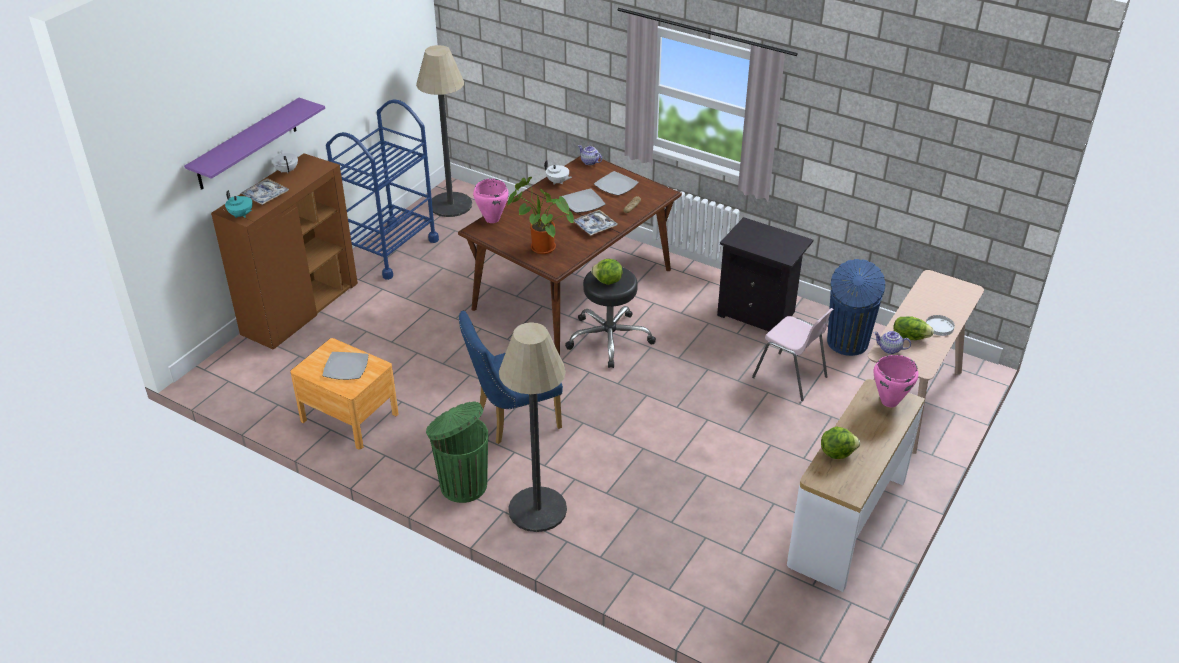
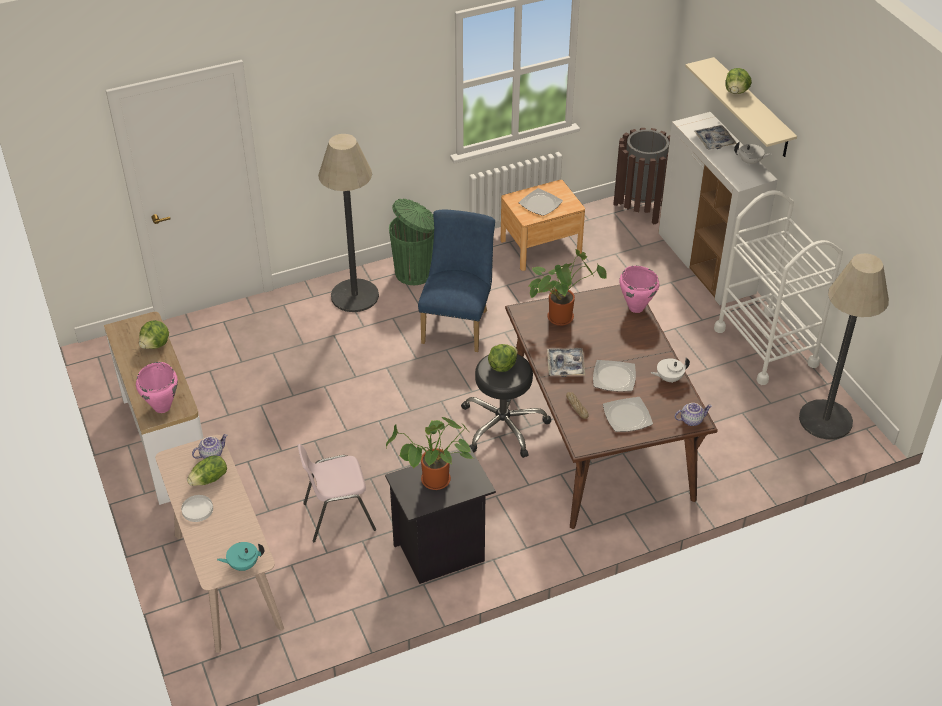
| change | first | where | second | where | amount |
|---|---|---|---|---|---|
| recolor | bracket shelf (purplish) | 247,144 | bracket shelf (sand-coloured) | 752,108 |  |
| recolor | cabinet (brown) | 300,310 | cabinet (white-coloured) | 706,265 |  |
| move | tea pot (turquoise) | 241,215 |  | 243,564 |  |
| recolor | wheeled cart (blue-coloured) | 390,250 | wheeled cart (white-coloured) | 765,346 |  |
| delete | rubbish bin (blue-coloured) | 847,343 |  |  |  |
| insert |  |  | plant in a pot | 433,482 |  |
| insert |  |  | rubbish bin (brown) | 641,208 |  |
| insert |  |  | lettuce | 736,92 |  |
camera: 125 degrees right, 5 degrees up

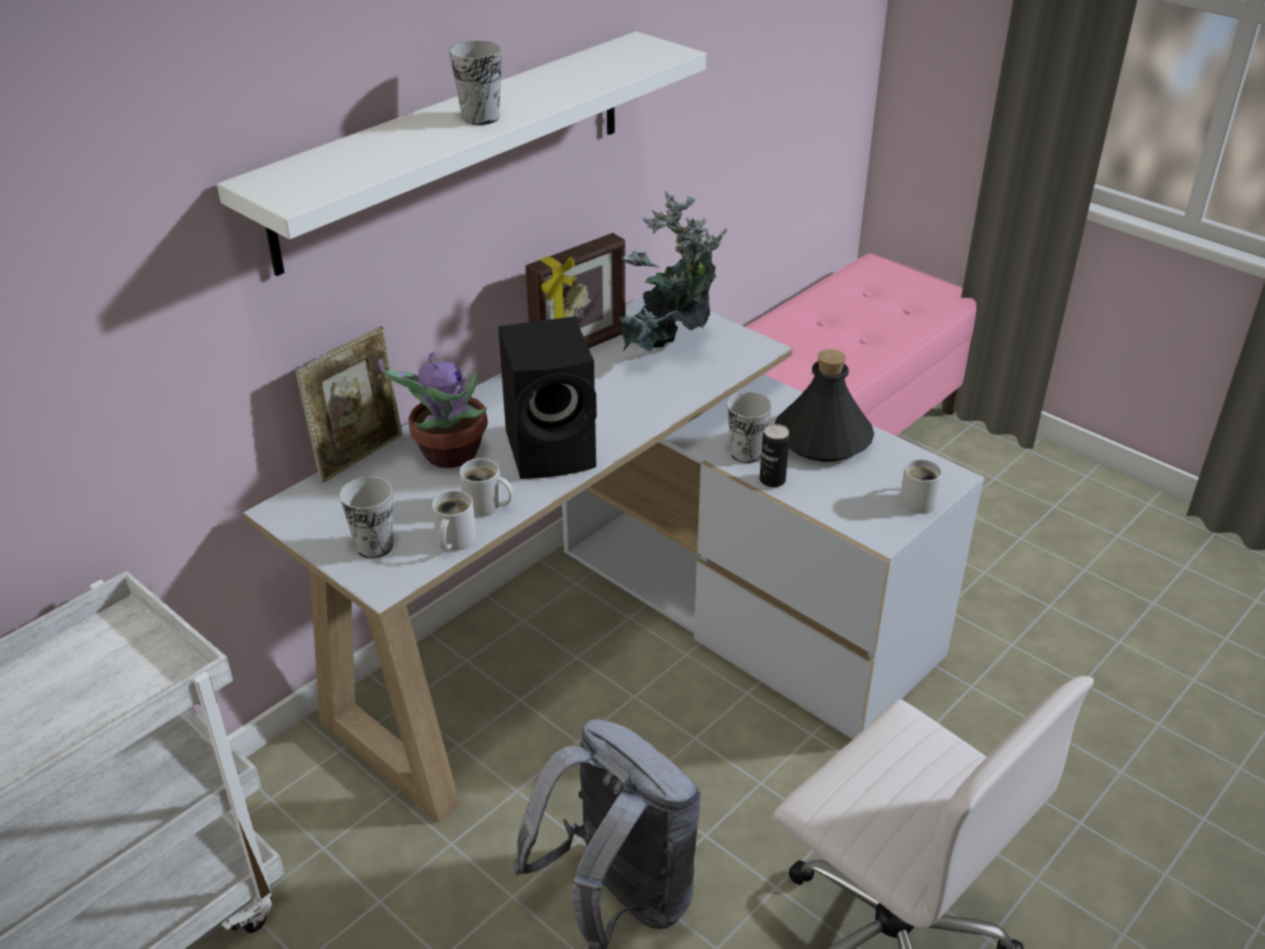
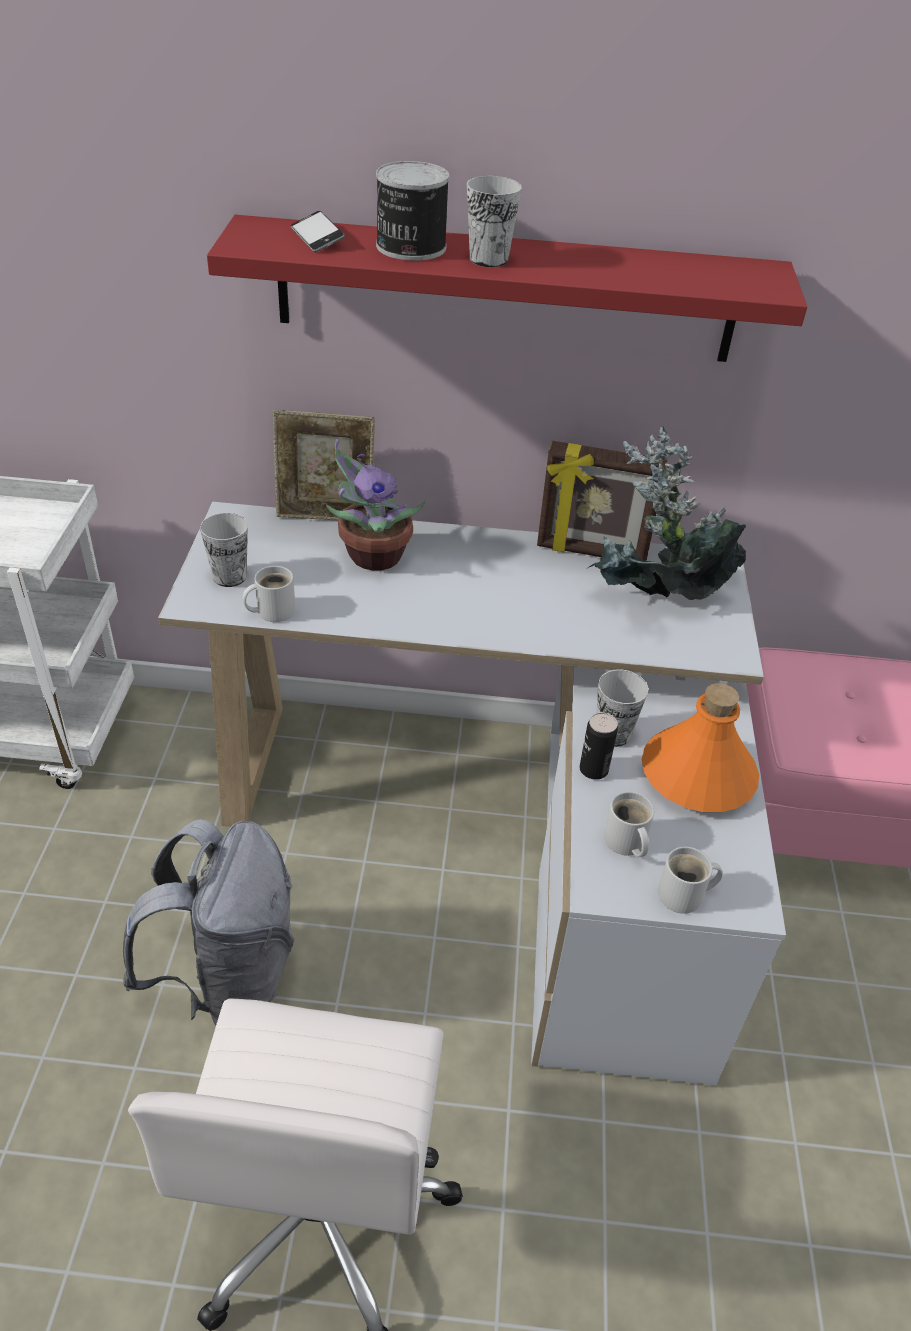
| change | first | where | second | where | amount |
|---|---|---|---|---|---|
| recolor | bracket shelf (white-coloured) | 456,148 | bracket shelf (reddish) | 505,290 |  |
| move | coffee mug (white-coloured) | 485,506 |  | 625,842 |  |
| delete | loudspeaker (black-coloured) | 554,450 |  |  |  |
| recolor | bottle (black-coloured) | 822,438 | bottle (orangey) | 698,775 |  |
| insert |  |  | telephone | 317,238 |  |
| insert |  |  | can | 409,247 |  |
camera: 50 degrees right, 5 degrees up

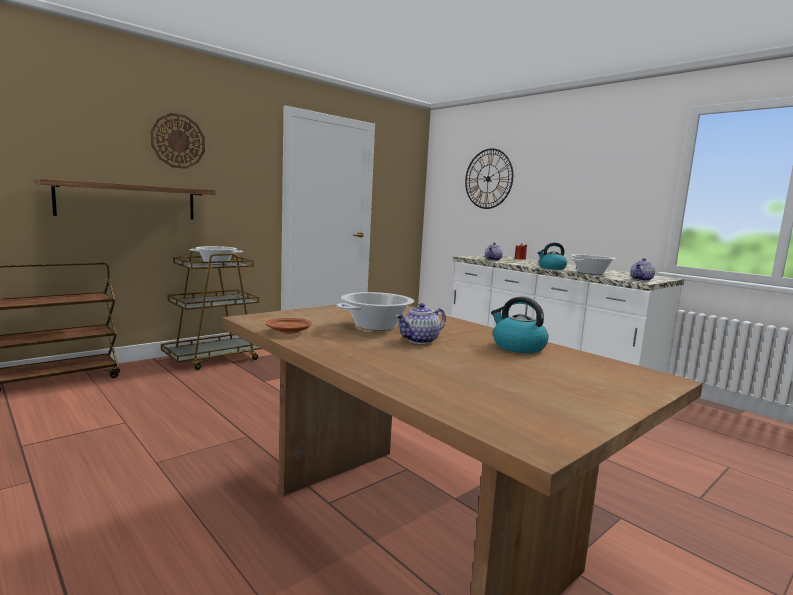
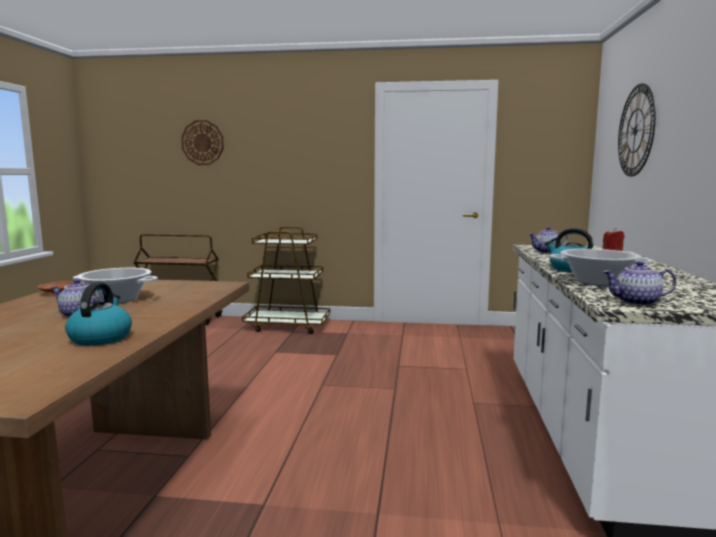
| change | first | where | second | where | amount |
|---|---|---|---|---|---|
| delete | bracket shelf | 128,201 |  |  |  |
| move | clock on the wall | 178,141 |  | 202,142 |  |
| delete | saucepot | 216,263 |  |  |  |
camera: 50 degrees right, 0 degrees up

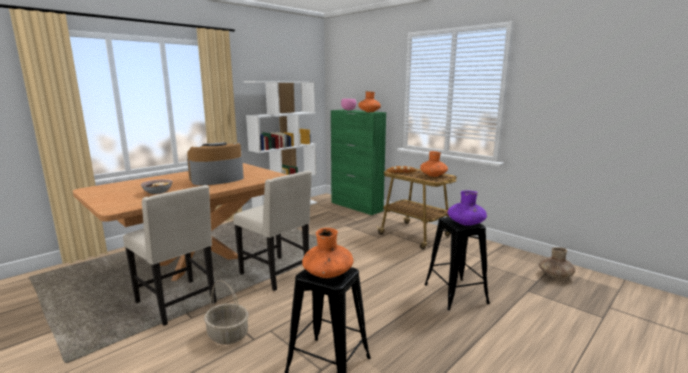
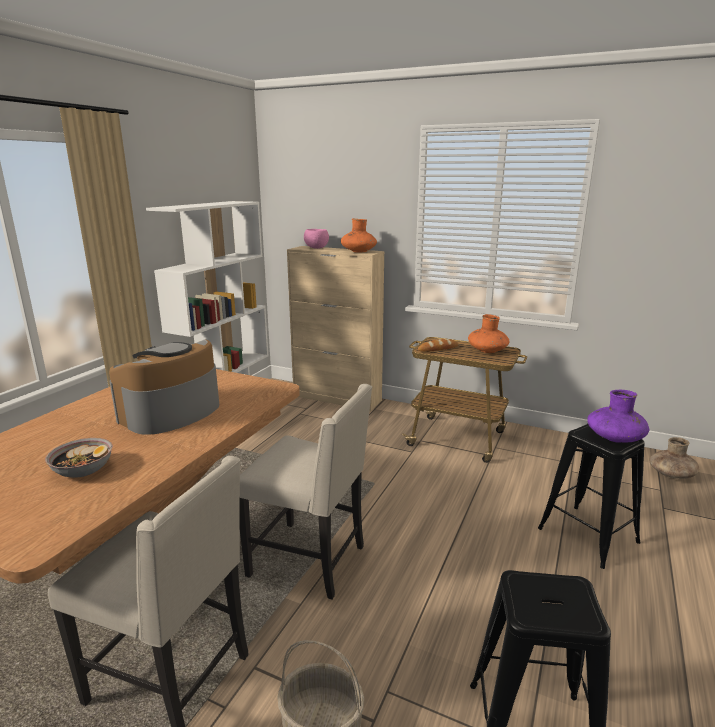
| change | first | where | second | where | amount |
|---|---|---|---|---|---|
| delete | flower vase (orangey) | 328,273 |  |  |  |
| recolor | cabinet (green) | 356,206 | cabinet (sand-coloured) | 337,398 |  |
camera: 20 degrees left, 5 degrees up

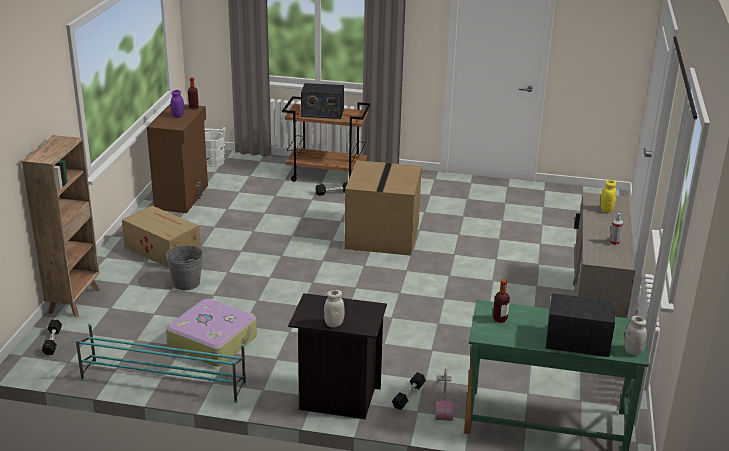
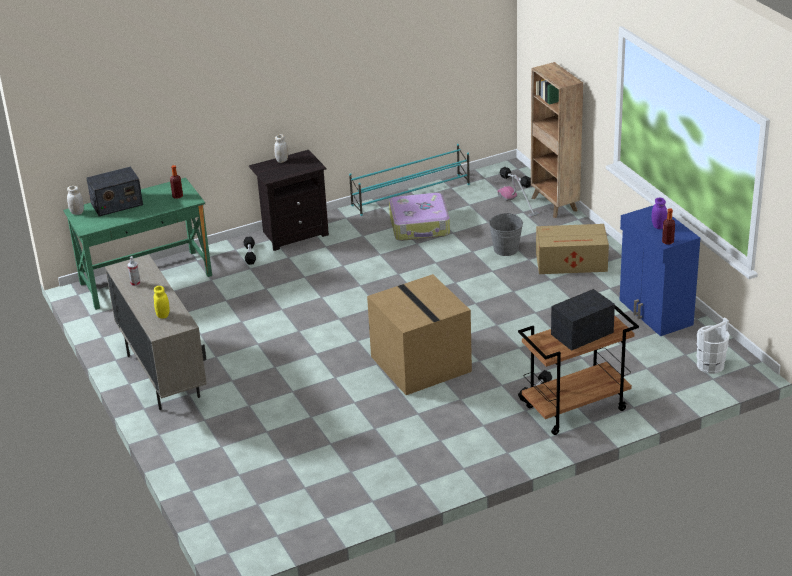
| change | first | where | second | where | amount |
|---|---|---|---|---|---|
| recolor | cabinet (brown) | 183,197 | cabinet (blue-coloured) | 655,313 |  |
| move | vacuum cleaner | 444,399 |  | 518,204 |  |
camera: 145 degrees right, 5 degrees up

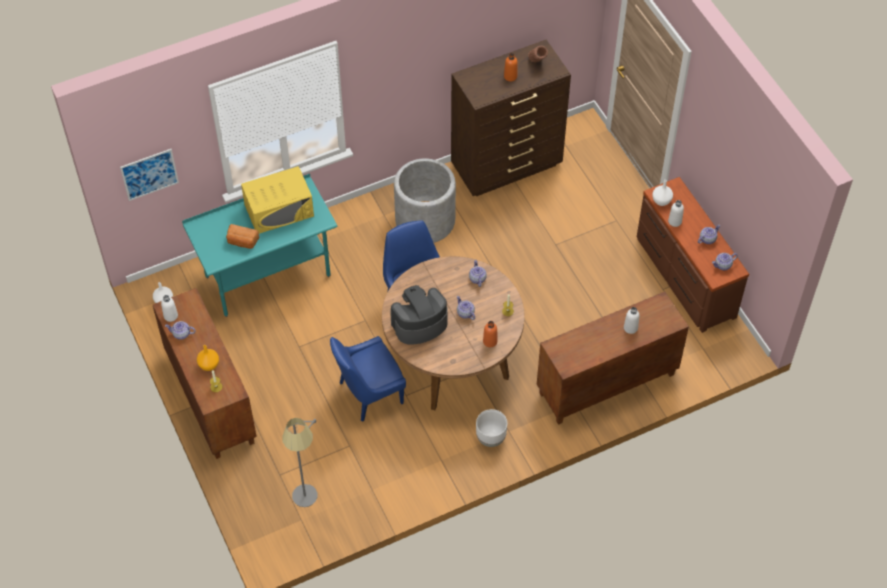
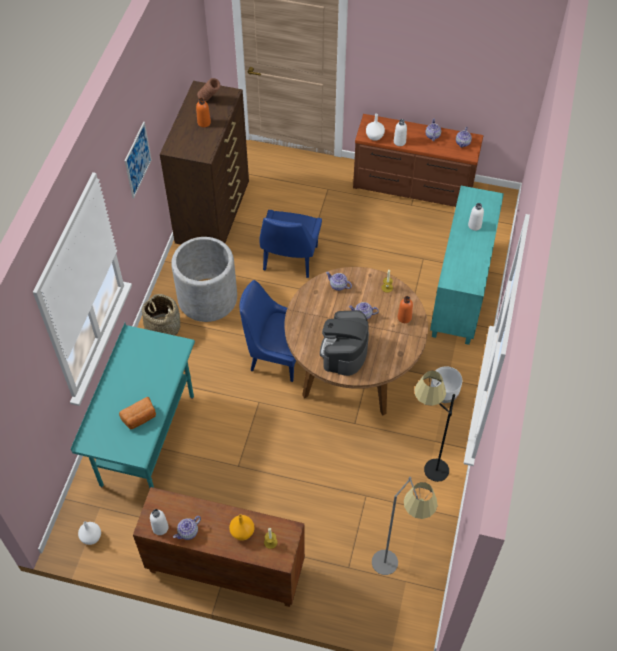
| change | first | where | second | where | amount |
|---|---|---|---|---|---|
| move | wall art | 149,174 |  | 137,160 |  |
| delete | microwave oven (yellow) | 279,210 |  |  |  |
| move | upright chair (blue-coloured) | 368,394 |  | 289,260 |  |
| recolor | cabinet (brown) | 606,385 | cabinet (turquoise) | 461,292 |  |
| insert |  |  | storage basket | 162,327 |  |
| insert |  |  | floor lamp (black-coloured) | 425,471 |  |
camera: 50 degrees left, 0 degrees up

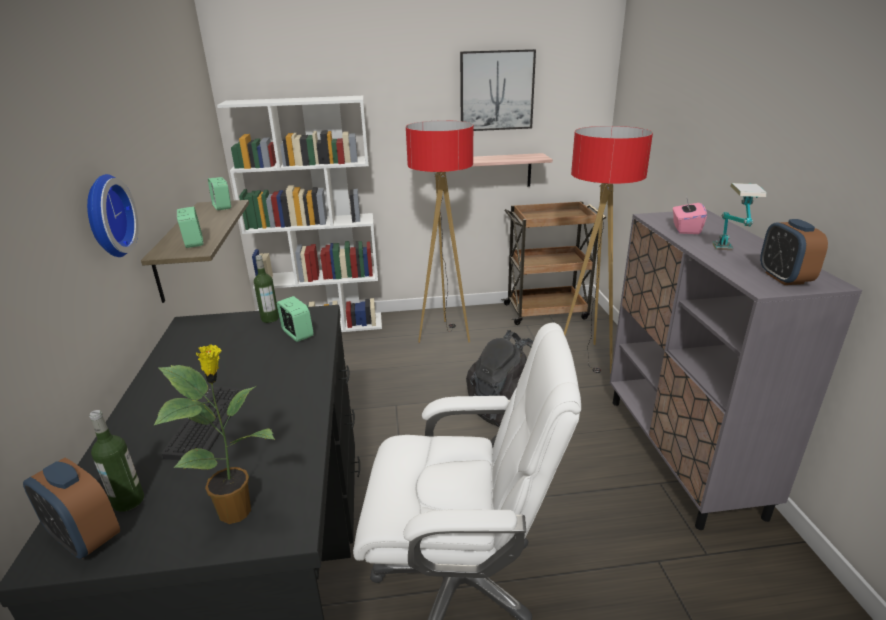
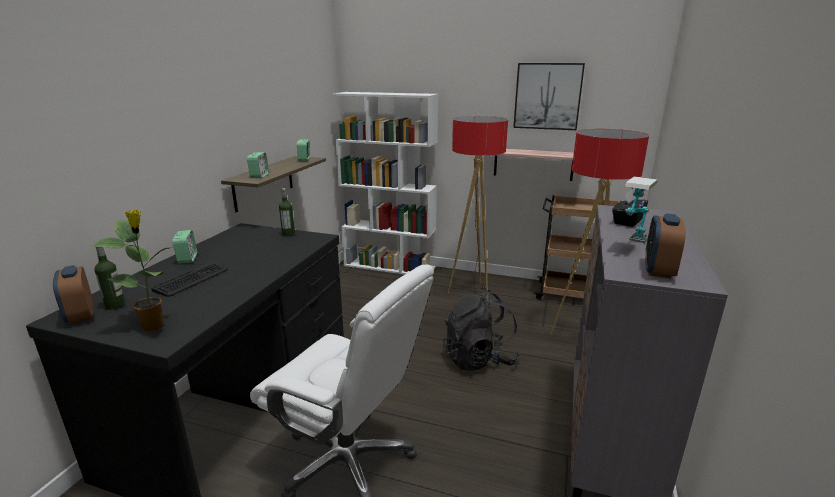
| change | first | where | second | where | amount |
|---|---|---|---|---|---|
| delete | clock on the wall | 105,216 |  |  |  |
| move | table clock | 297,334 |  | 187,258 |  |
| recolor | box of tissues (pink-coloured) | 685,229 | box of tissues (black-coloured) | 627,221 |  |
camera: 25 degrees right, 5 degrees down

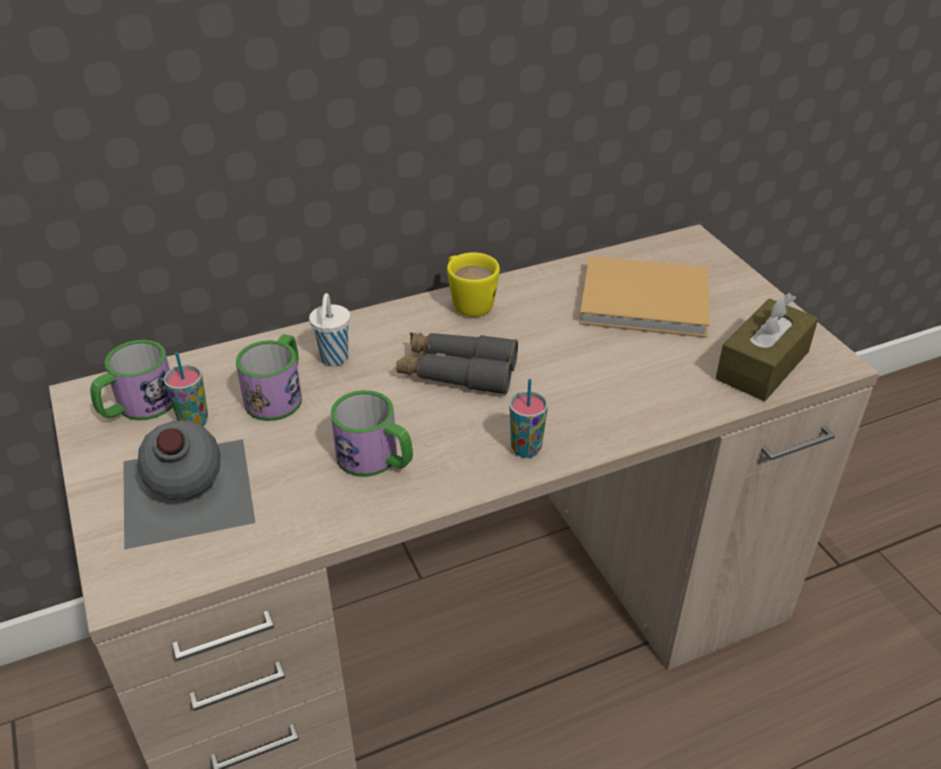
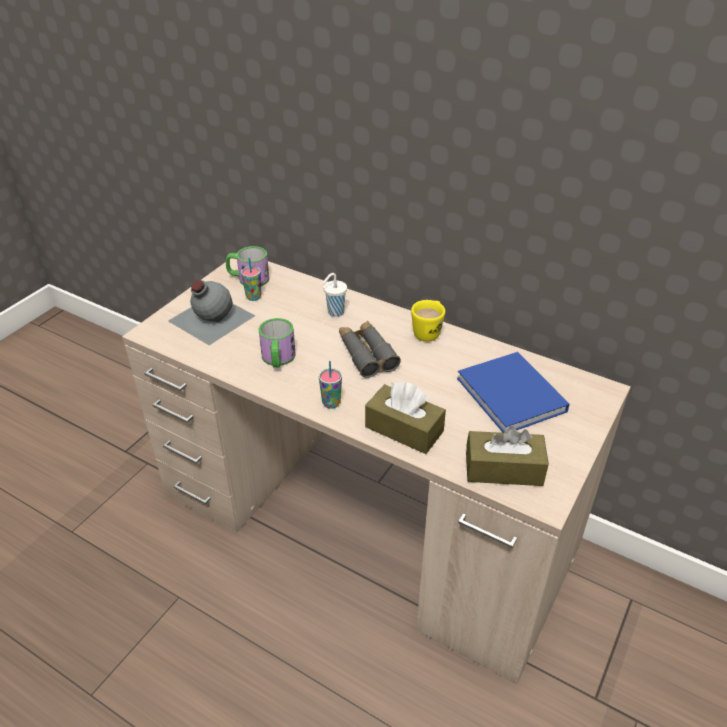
| change | first | where | second | where | amount |
|---|---|---|---|---|---|
| delete | coffee mug | 278,394 |  |  |  |
| recolor | volume (sand-coloured) | 649,301 | volume (blue-coloured) | 512,397 |  |
| insert |  |  | box of tissues (brown) | 404,429 |  |
camera: 55 degrees right, 0 degrees up

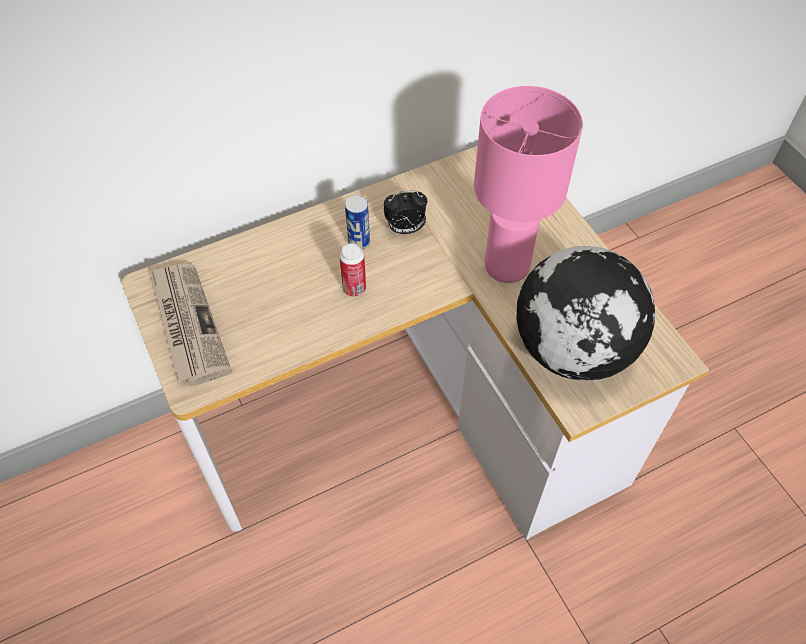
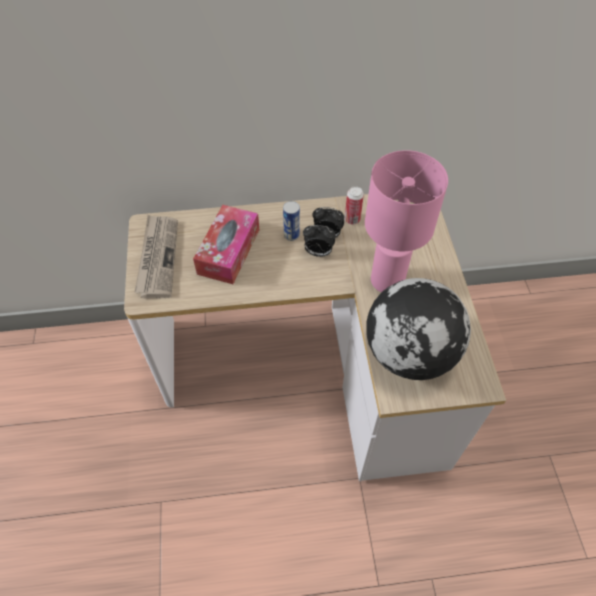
| change | first | where | second | where | amount |
|---|---|---|---|---|---|
| move | can | 354,288 |  | 352,219 |  |
| insert |  |  | box of tissues | 229,251 |  |
| insert |  |  | table clock | 318,252 |  |
camera: 20 degrees right, 0 degrees up

